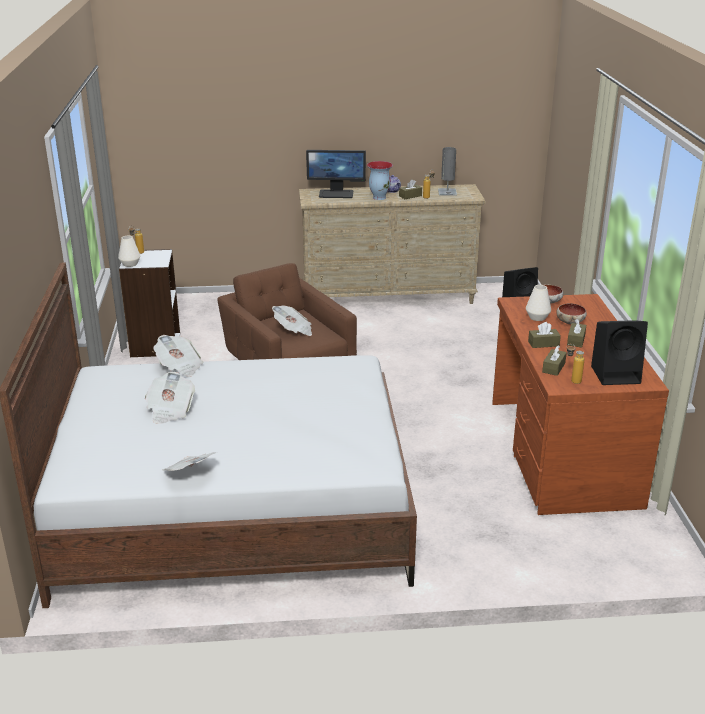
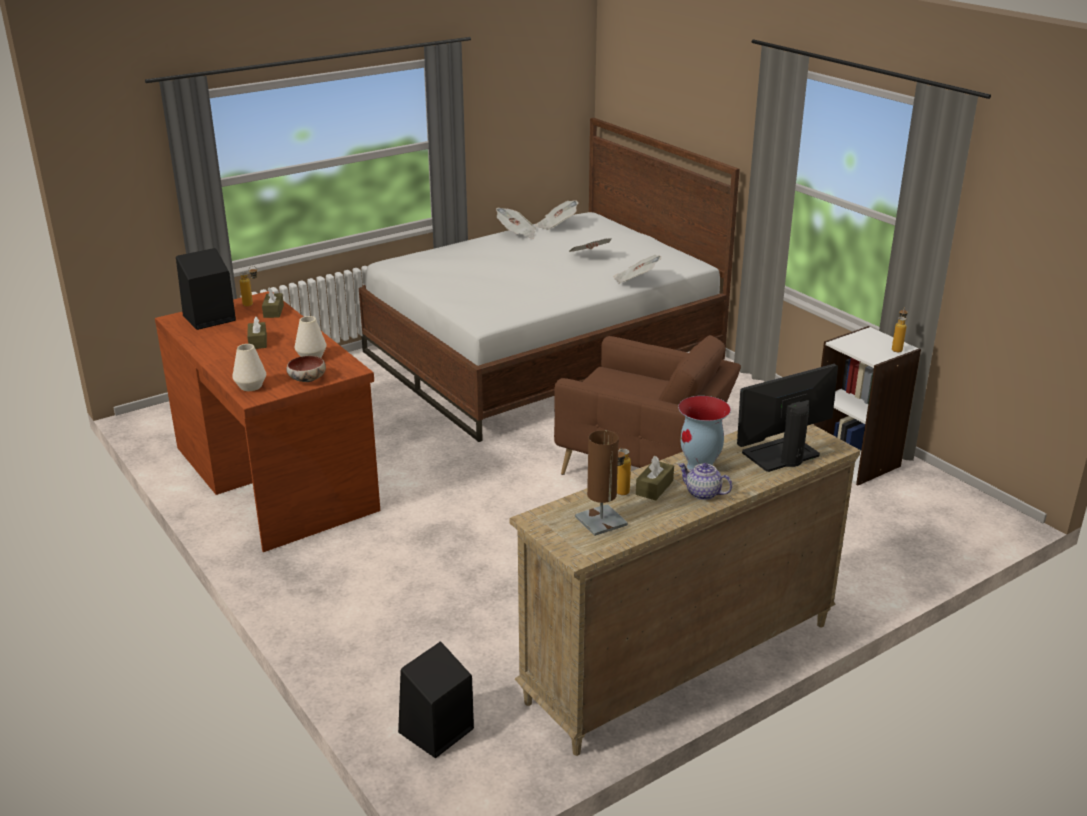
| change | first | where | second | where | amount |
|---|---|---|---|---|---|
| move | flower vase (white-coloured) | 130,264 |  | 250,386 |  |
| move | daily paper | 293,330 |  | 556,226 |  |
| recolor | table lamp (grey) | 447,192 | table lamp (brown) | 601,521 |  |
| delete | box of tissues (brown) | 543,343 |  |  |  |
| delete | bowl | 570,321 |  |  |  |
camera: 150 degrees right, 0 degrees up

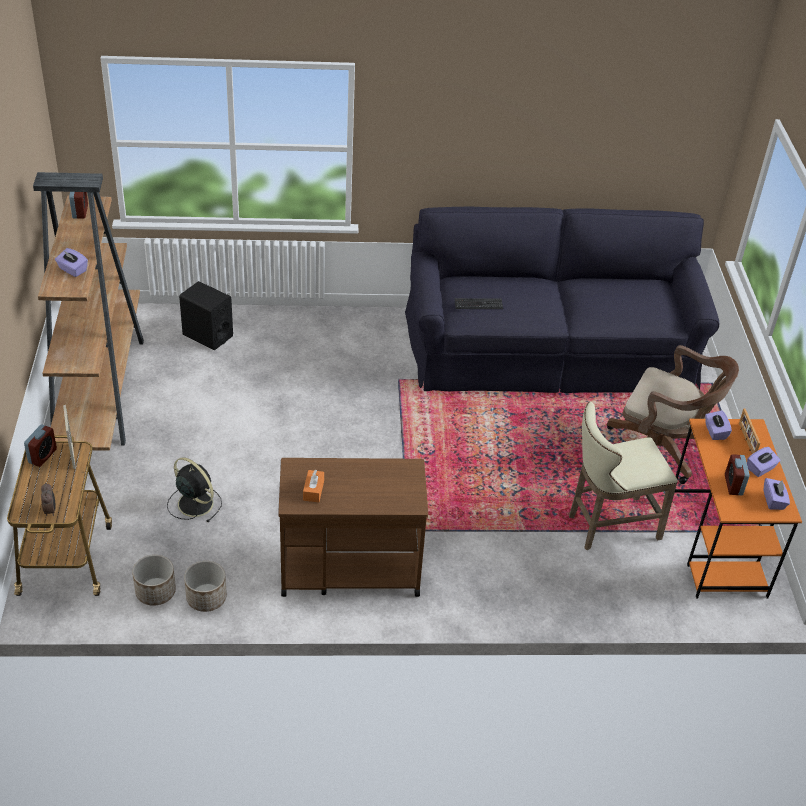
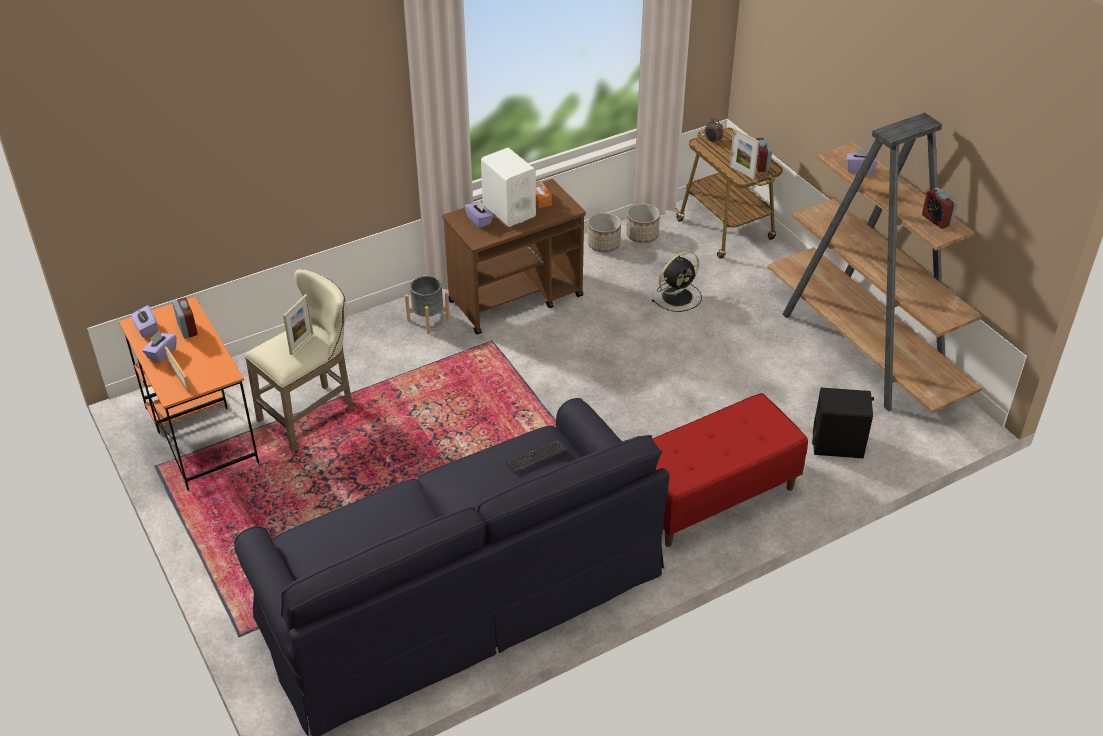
| change | first | where | second | where | amount |
|---|---|---|---|---|---|
| rotate | fan (black-coloured) | 194,503 |  | 678,296 | 45 degrees counterclockwise |
| delete | office chair (brown) | 661,450 |  |  |  |
| move | box of tissues (purplish) | 715,432 |  | 479,221 |  |
| insert |  |  | photo frame | 301,344 |  |
| insert |  |  | flower pot (grey) | 428,320 |  |
| insert |  |  | loudspeaker (white-coloured) | 508,210 |  |
| insert |  |  | indoor bench (reddish) | 712,496 |  |
camera: 155 degrees right, 0 degrees up

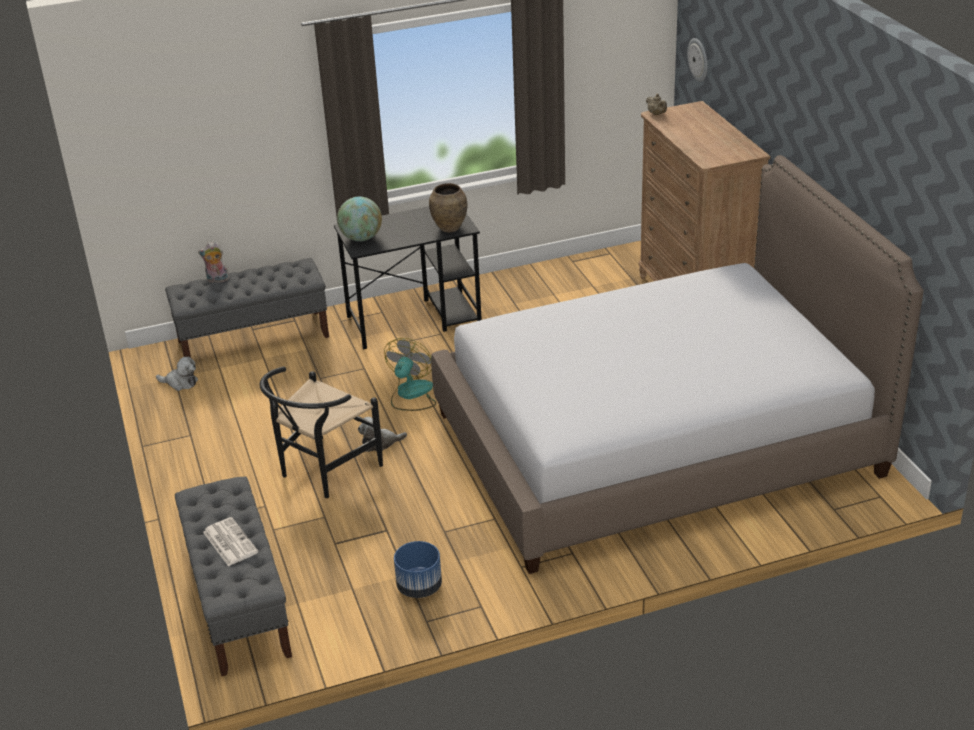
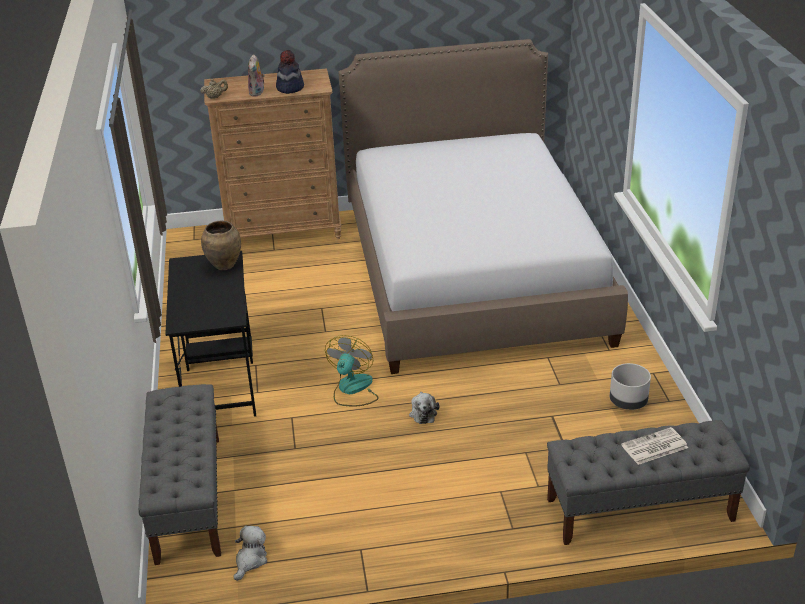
| change | first | where | second | where | amount |
|---|---|---|---|---|---|
| move | cuddly toy | 217,280 |  | 257,93 |  |
| delete | upright chair (black-coloured) | 323,472 |  |  |  |
| delete | desk globe | 361,238 |  |  |  |
| rotate | fan | 411,395 |  | 352,390 | 75 degrees clockwise |
| recolor | flower pot (blue-coloured) | 420,587 | flower pot (grey) | 628,402 |  |
| delete | clock on the wall | 698,59 |  |  |  |
| insert |  |  | wearable hat | 290,88 |  |
camera: 80 degrees left, 0 degrees up

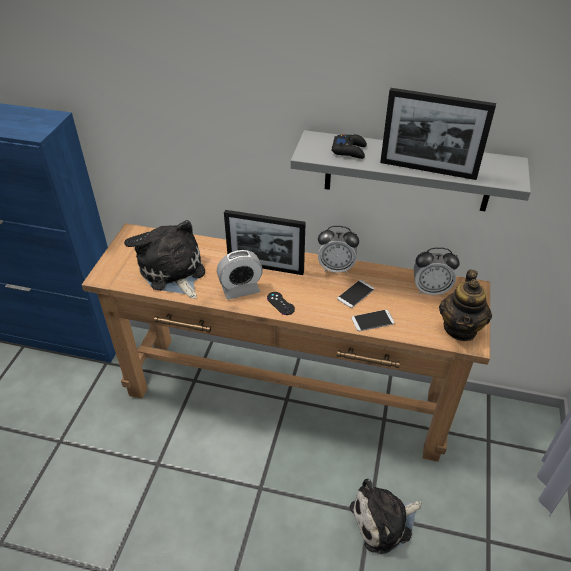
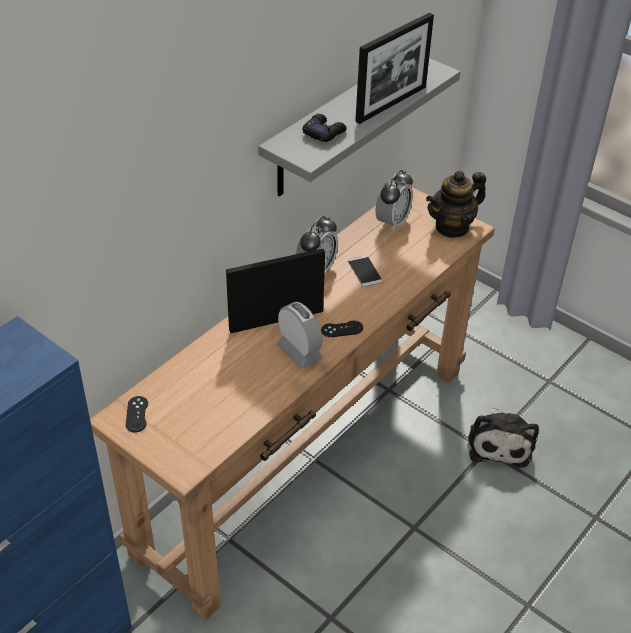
| change | first | where | second | where | amount |
|---|---|---|---|---|---|
| delete | cuddly toy | 173,272 |  |  |  |
| rotate | table clock | 241,290 |  | 299,352 | 45 degrees counterclockwise |
| rotate | photo frame | 265,267 |  | 276,320 | 150 degrees counterclockwise |
| delete | telephone | 372,321 |  |  |  |
| rotate | tea pot | 460,328 |  | 452,227 | 105 degrees clockwise |
camera: 65 degrees left, 0 degrees up

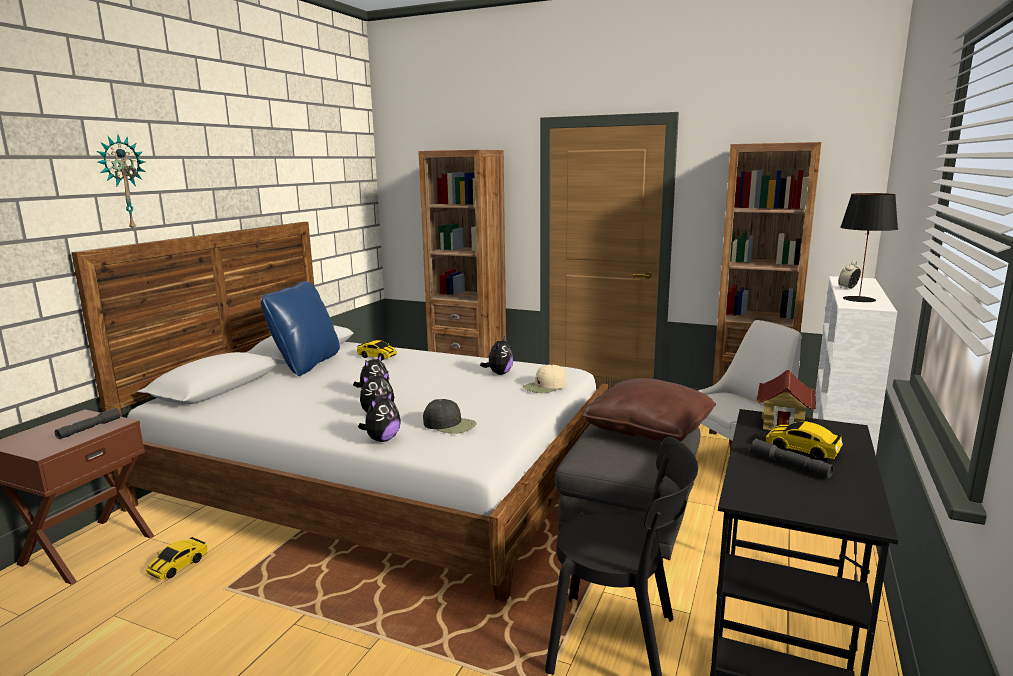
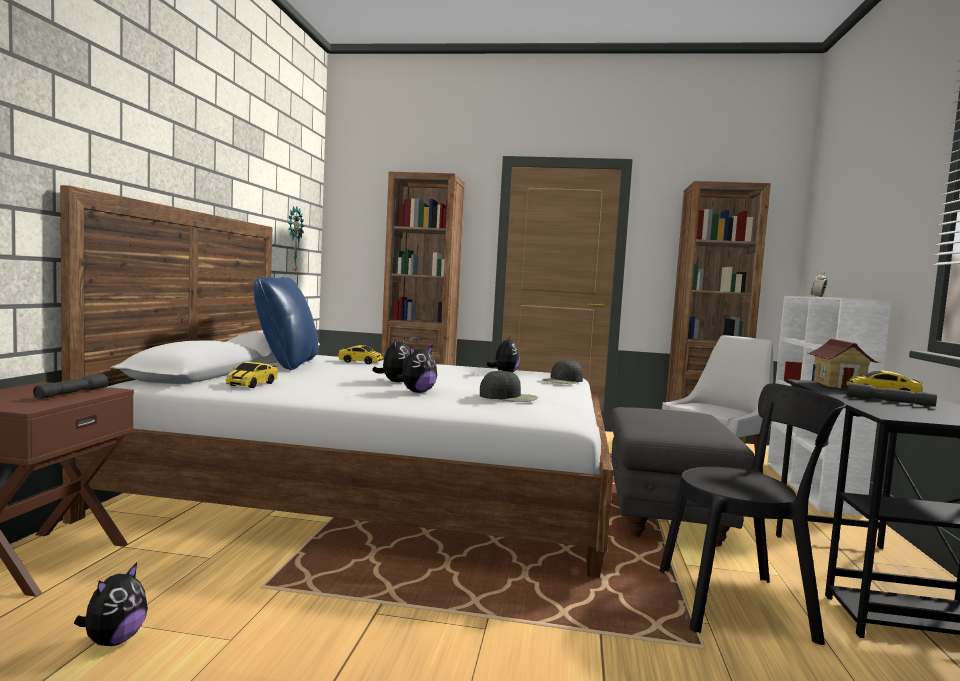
| change | first | where | second | where | amount |
|---|---|---|---|---|---|
| move | clock on the wall | 122,183 |  | 293,239 |  |
| move | model car | 178,566 |  | 252,384 |  |
| move | cuddly toy | 382,439 |  | 114,640 |  |
| recolor | peaked cap (sand-coloured) | 545,386 | peaked cap (black-coloured) | 563,381 |  |
| delete | pillow (brown) | 648,429 |  |  |  |
| delete | table lamp (black-coloured) | 858,299 |  |  |  |
camera: 15 degrees left, 10 degrees down

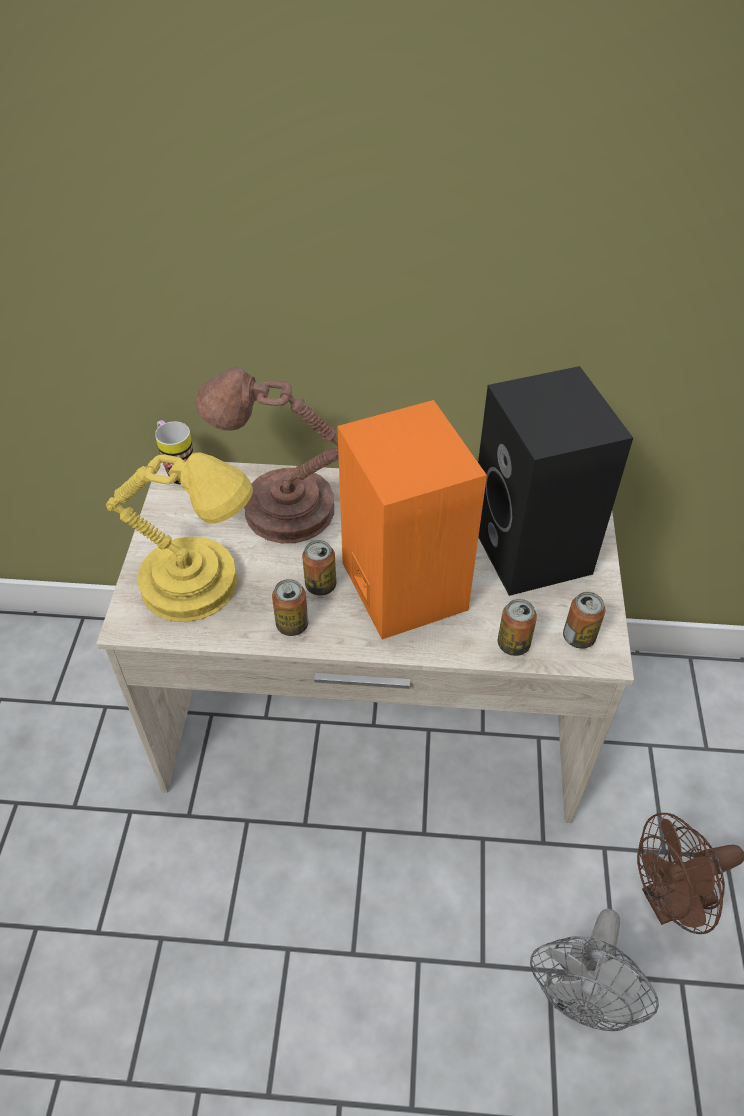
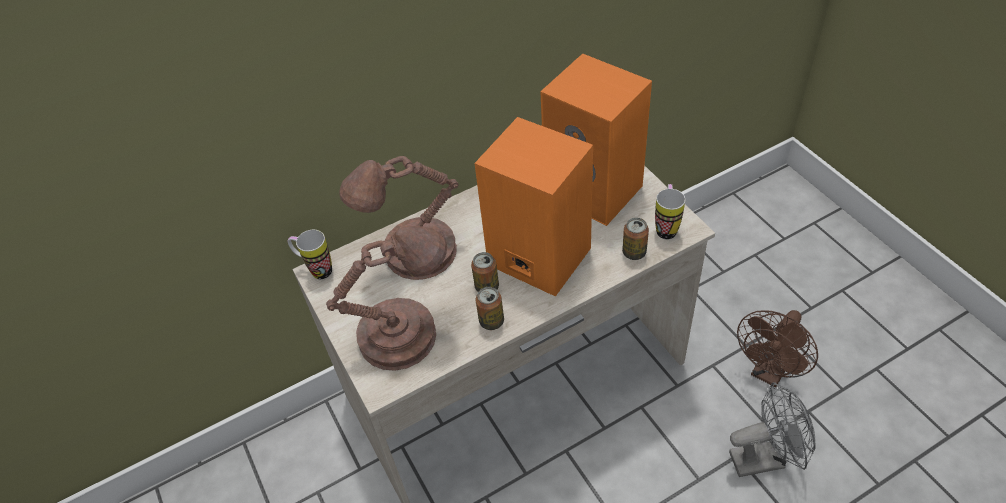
| change | first | where | second | where | amount |
|---|---|---|---|---|---|
| recolor | table lamp (yellow) | 198,585 | table lamp (brown) | 404,334 |  |
| recolor | loudspeaker (black-coloured) | 534,549 | loudspeaker (orangey) | 596,190 |  |
| rotate | fan (grey) | 580,997 |  | 764,458 | 90 degrees counterclockwise |
| replace | can | 579,637 | coffee mug | 666,227 |  |
camera: 30 degrees left, 0 degrees up

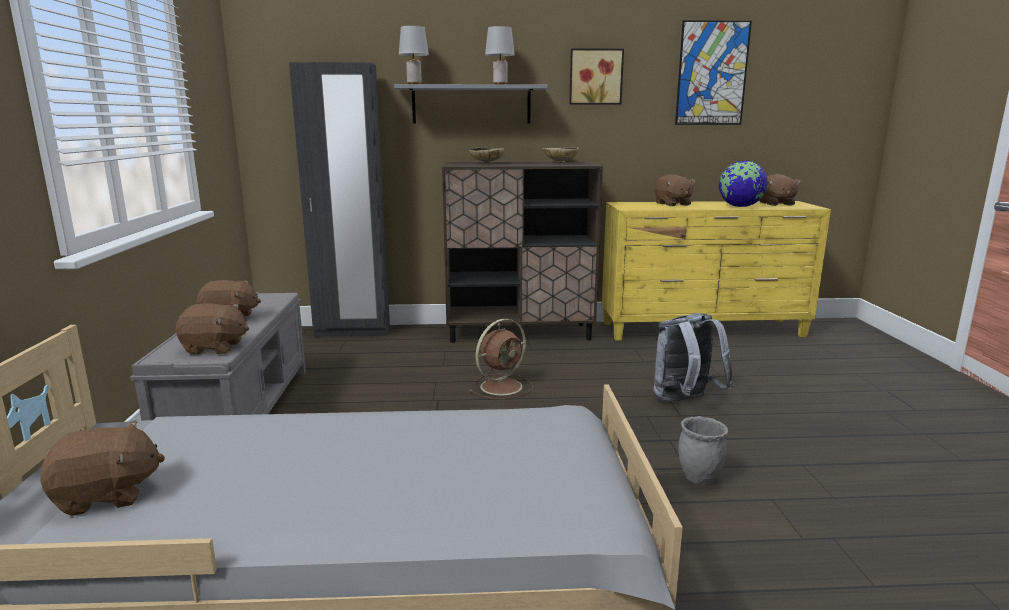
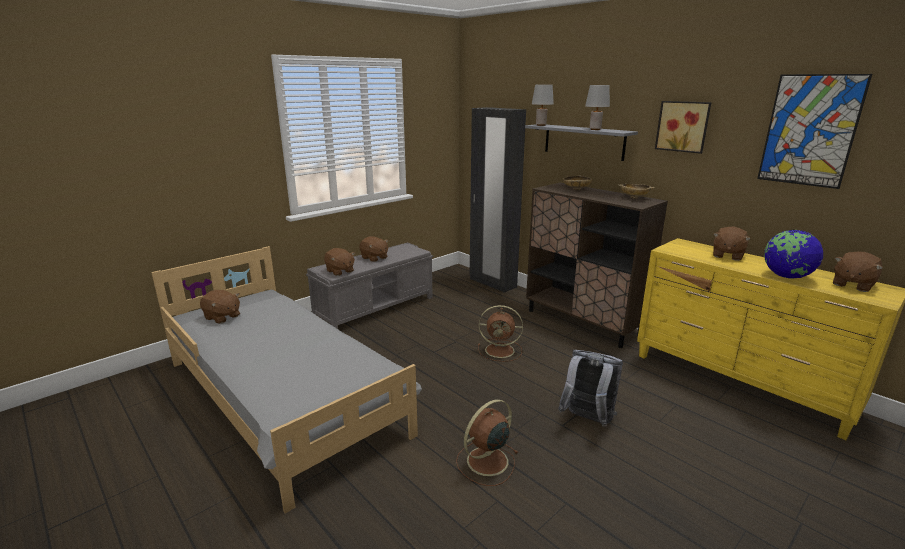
| change | first | where | second | where | amount |
|---|---|---|---|---|---|
| replace | flower pot (grey) | 700,479 | fan (brown) | 486,462 |  |
camera: 50 degrees right, 5 degrees up

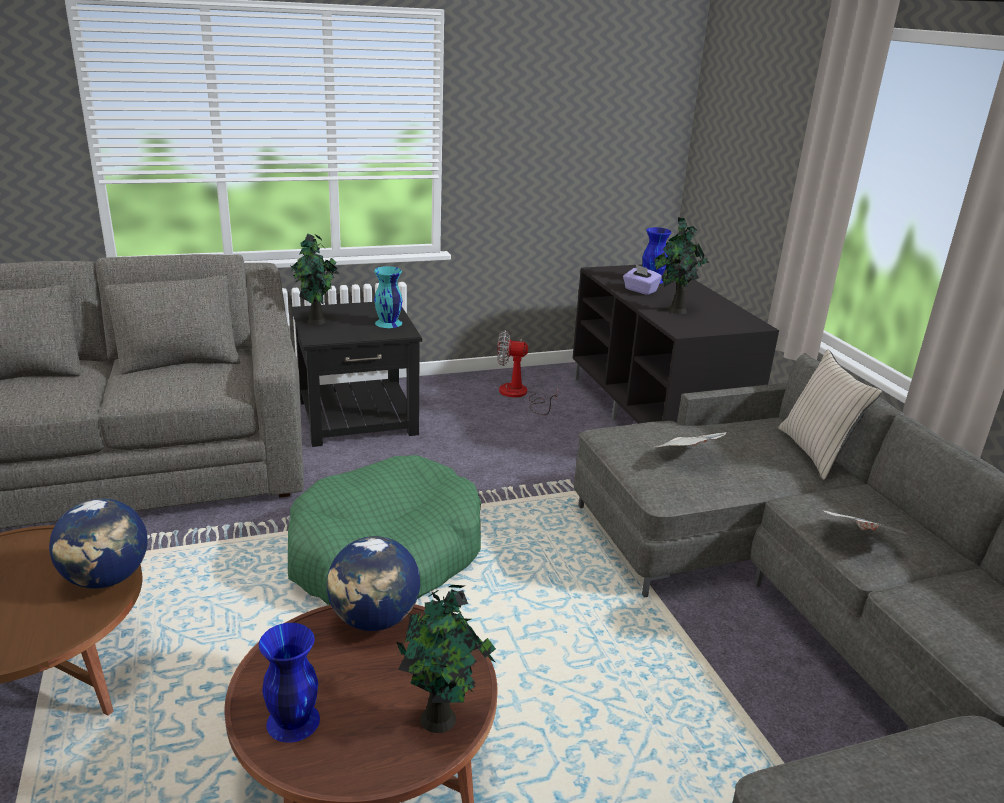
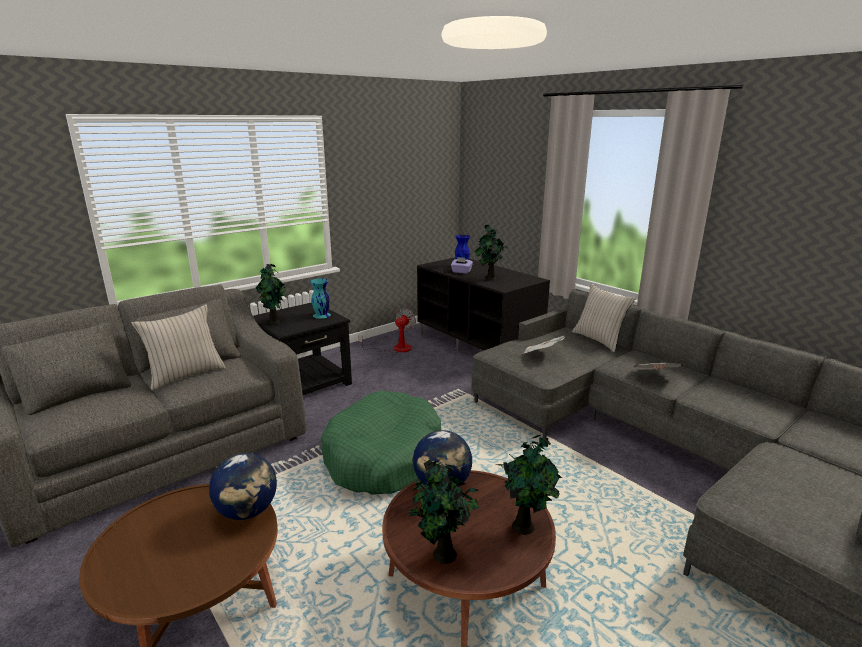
| change | first | where | second | where | amount |
|---|---|---|---|---|---|
| replace | flower vase (blue-coloured) | 292,721 | plant in a pot | 443,555 |  |
| rotate | fan | 519,395 |  | 395,349 | 135 degrees clockwise |
| insert |  |  | pillow (sand-coloured) | 186,375 |  |
camera: 20 degrees left, 5 degrees down

